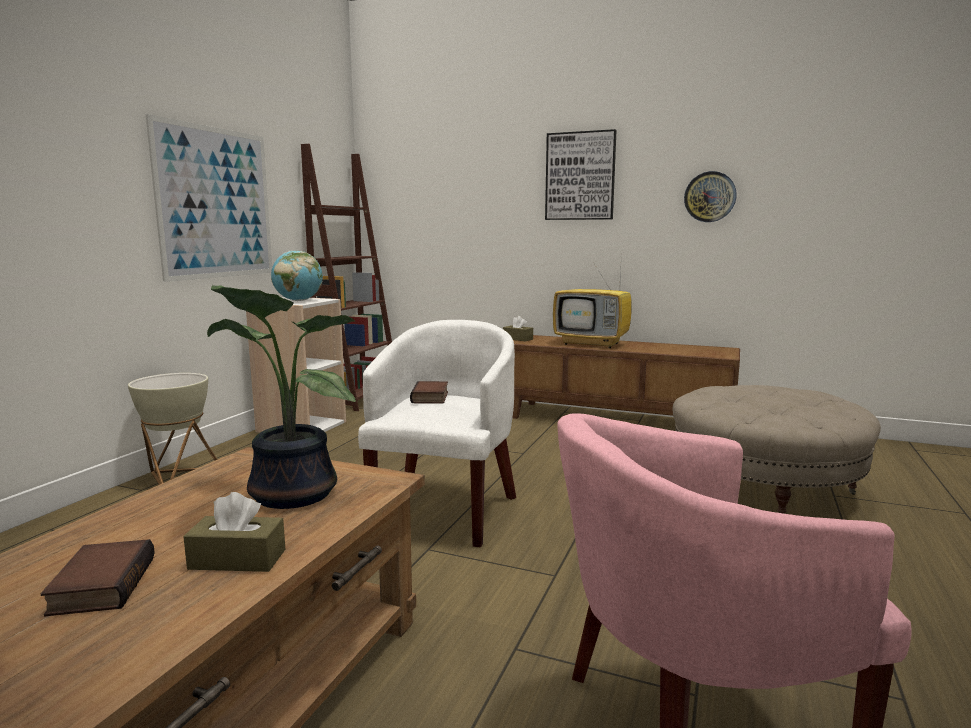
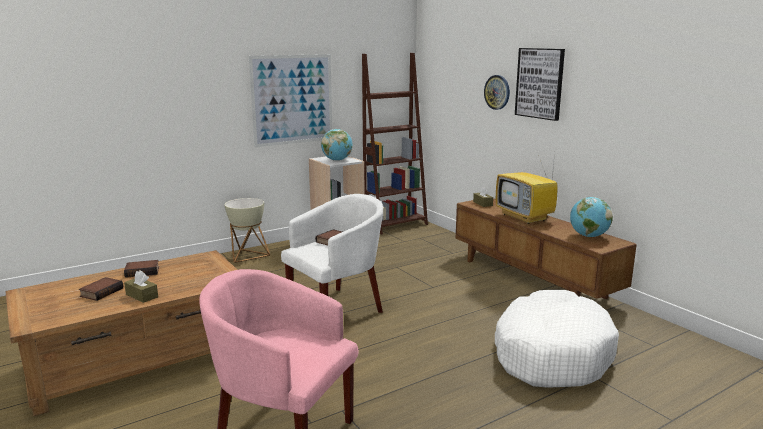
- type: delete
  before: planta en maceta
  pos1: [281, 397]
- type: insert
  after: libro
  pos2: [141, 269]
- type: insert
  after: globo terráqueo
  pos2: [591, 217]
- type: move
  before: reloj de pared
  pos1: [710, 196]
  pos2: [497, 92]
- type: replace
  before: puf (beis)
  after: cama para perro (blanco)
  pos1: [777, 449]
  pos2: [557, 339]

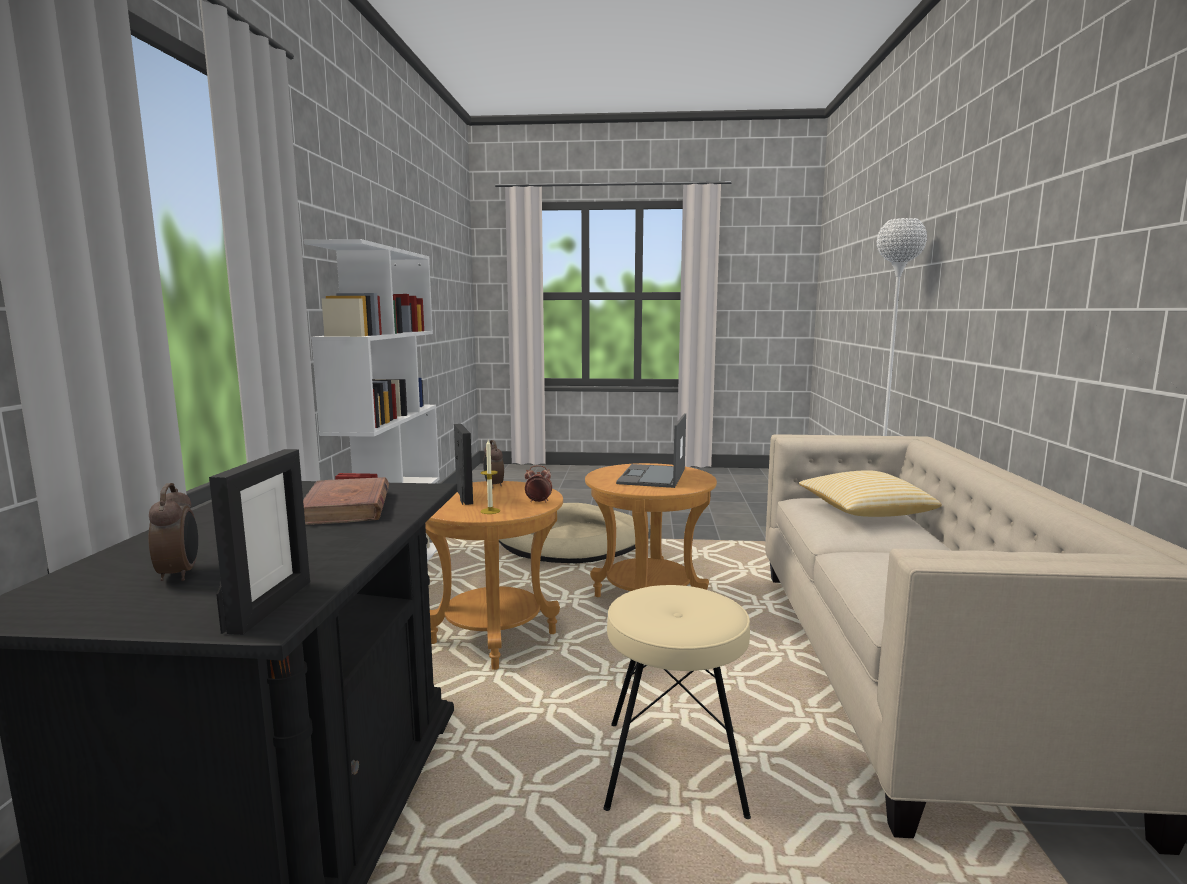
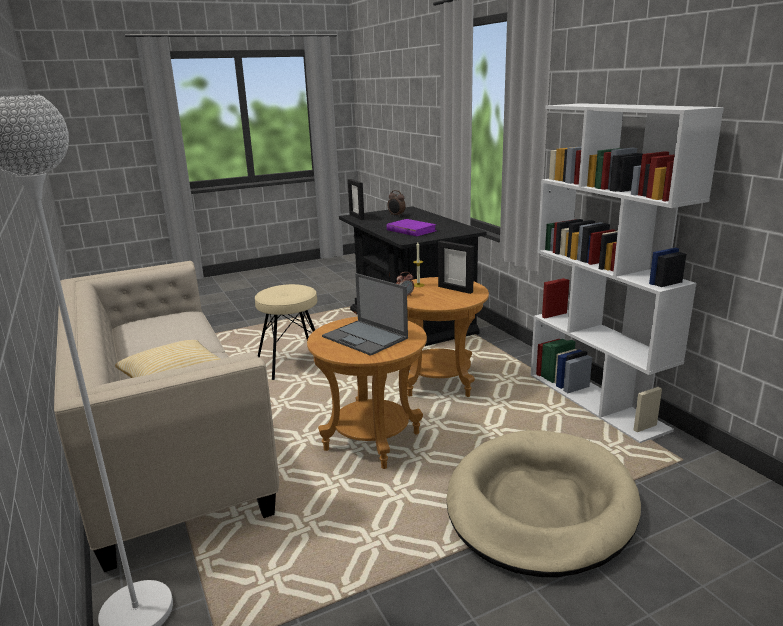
- type: delete
  before: despertador
  pos1: [493, 464]
- type: recolor
  before: libro (marrón)
  after: libro (morado)
  pos1: [346, 501]
  pos2: [411, 227]
- type: rotate
  before: portátil
  pos1: [651, 450]
  pos2: [365, 314]
  turn: 150

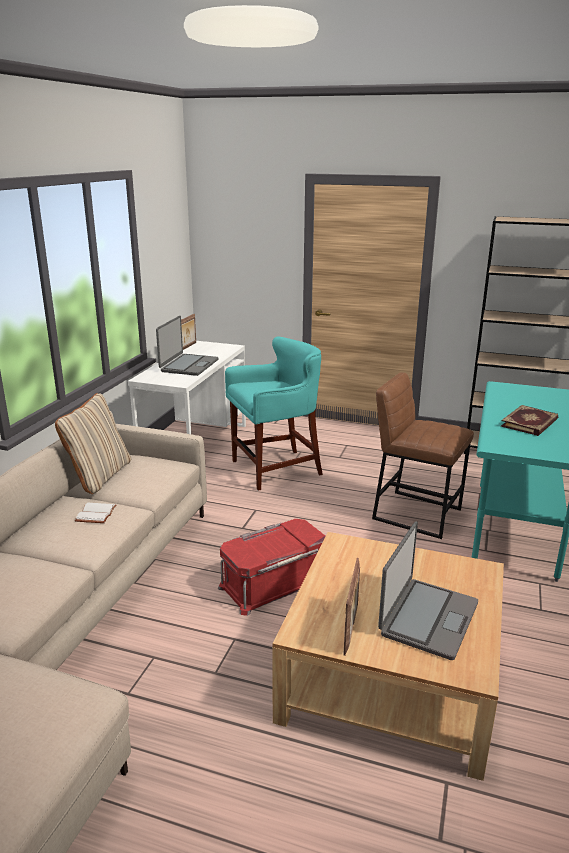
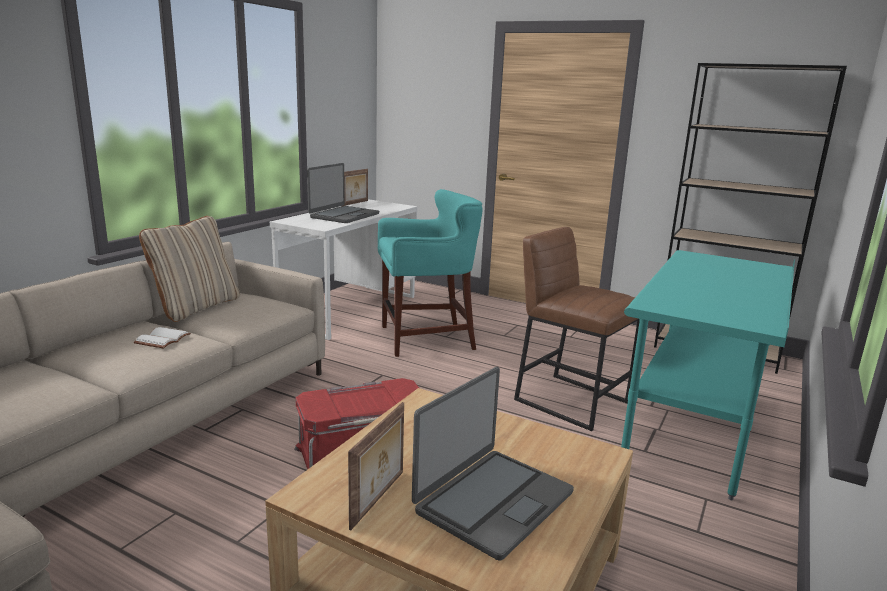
- type: delete
  before: libro
  pos1: [529, 420]

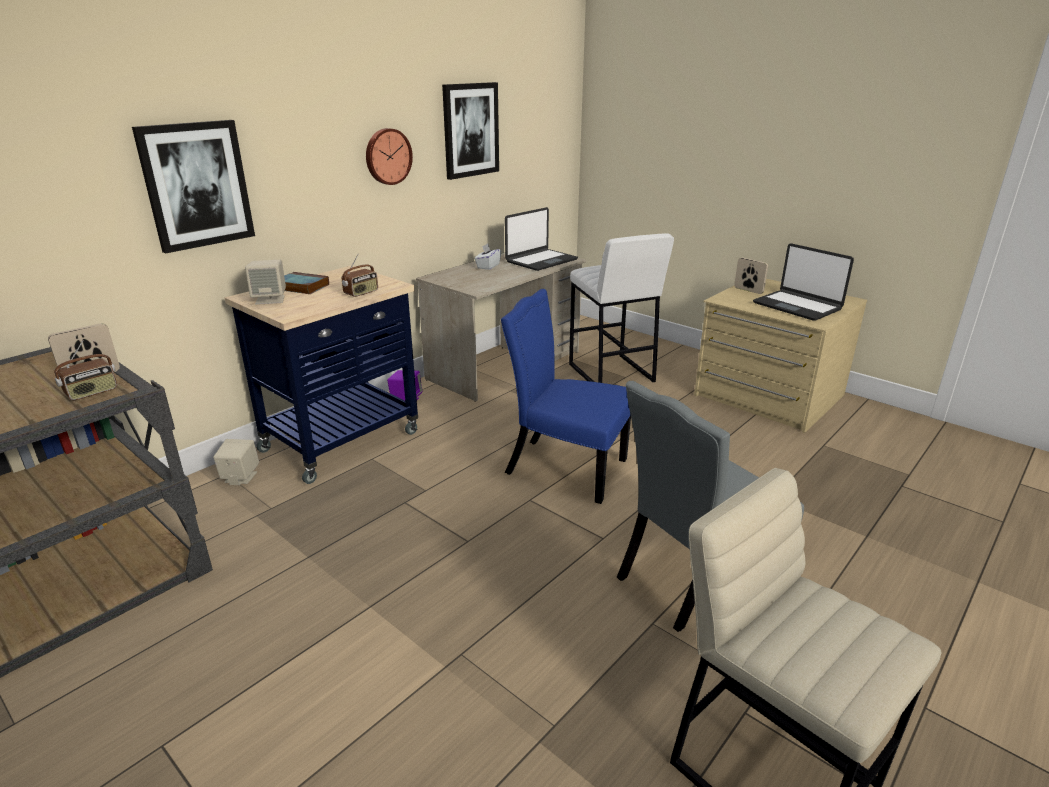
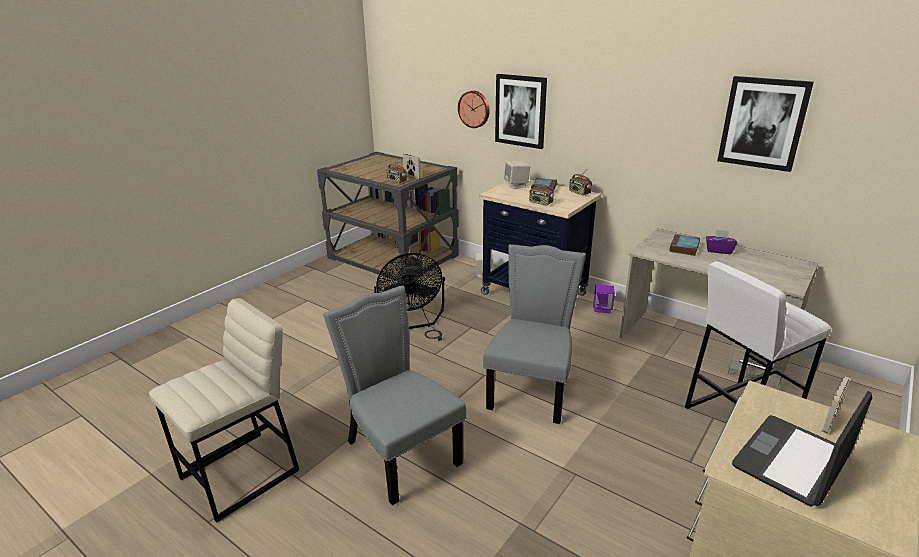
- type: delete
  before: portátil
  pos1: [541, 239]
- type: insert
  after: ventilador (negro)
  pos2: [409, 297]
- type: insert
  after: radio
  pos2: [580, 182]
- type: insert
  after: libro
  pos2: [684, 245]
- type: move
  before: reloj de pared
  pos1: [389, 156]
  pos2: [474, 109]
- type: recolor
  before: caja de pañuelos (blanco)
  after: caja de pañuelos (morado)
  pos1: [487, 257]
  pos2: [721, 241]
- type: recolor
  before: silla (azul)
  after: silla (gris)
  pos1: [566, 396]
  pos2: [534, 334]

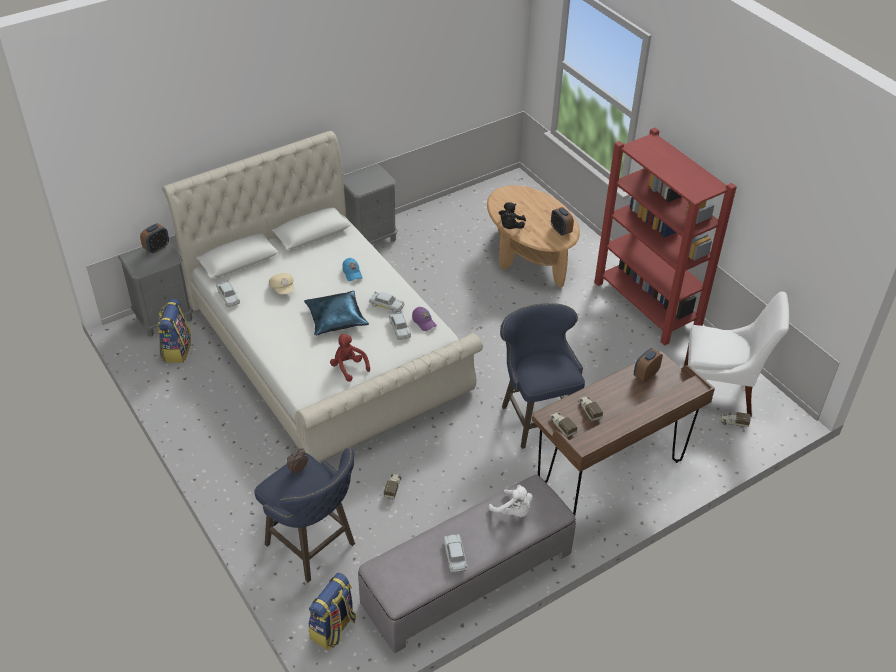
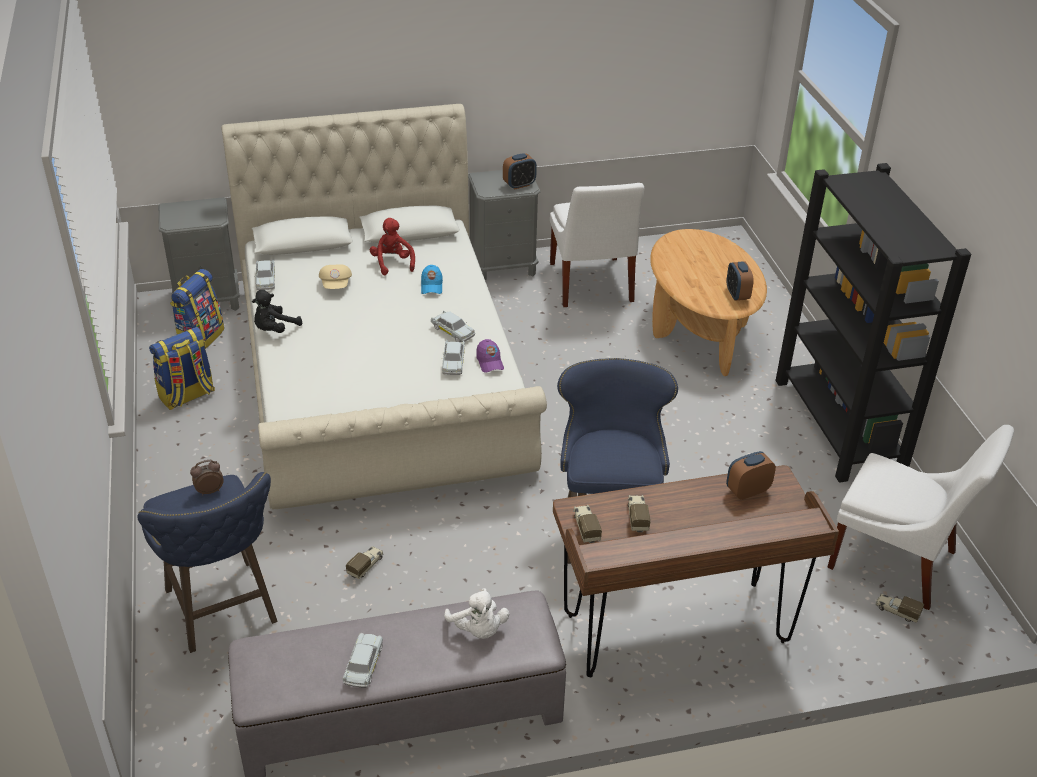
- type: delete
  before: cojín (azul)
  pos1: [336, 313]
- type: insert
  after: silla (blanco)
  pos2: [597, 245]
- type: move
  before: despertador
  pos1: [154, 238]
  pos2: [520, 171]
- type: move
  before: mochila
  pos1: [332, 611]
  pos2: [182, 368]
- type: move
  before: peluche (rojo)
  pos1: [350, 358]
  pos2: [392, 247]
- type: move
  before: peluche (negro)
  pos1: [512, 215]
  pos2: [277, 311]
- type: recolor
  before: estantería (rojo)
  after: estantería (negro)
  pos1: [665, 236]
  pos2: [873, 322]

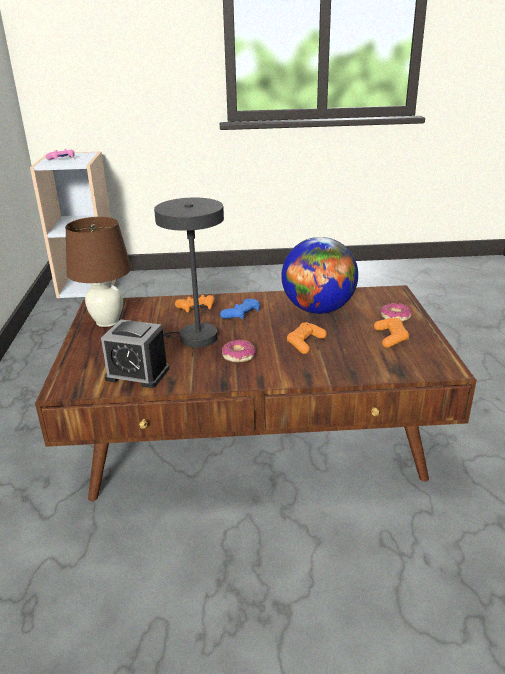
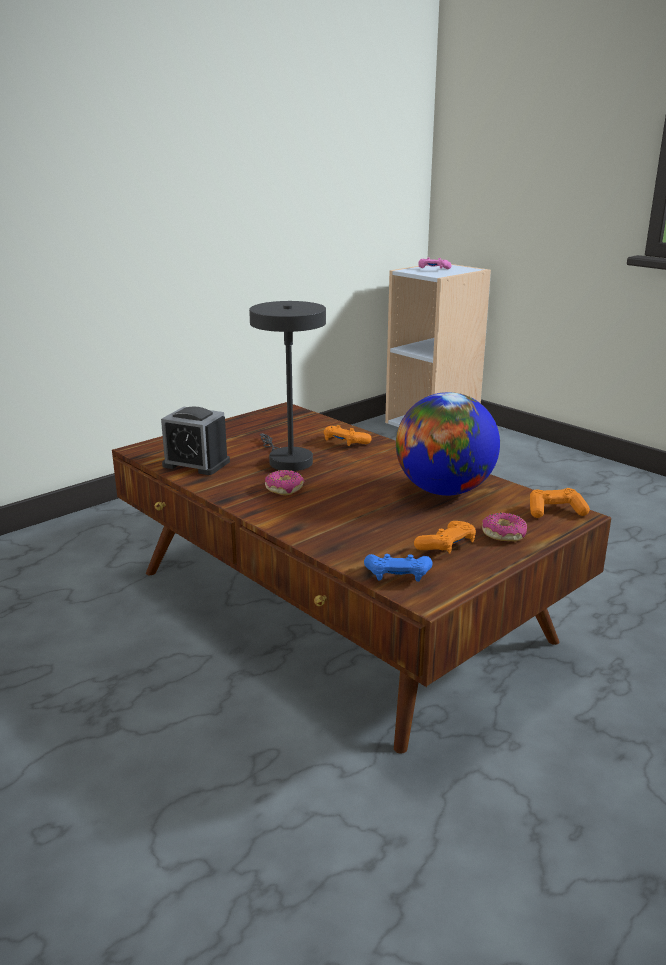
- type: delete
  before: lámpara de mesa (marrón)
  pos1: [98, 272]
- type: move
  before: mando de consola (azul)
  pos1: [240, 309]
  pos2: [398, 568]
- type: move
  before: mando de consola (naranja)
  pos1: [307, 338]
  pos2: [560, 503]
- type: rotate
  before: despertador
  pos1: [135, 354]
  pos2: [195, 440]
  turn: -45

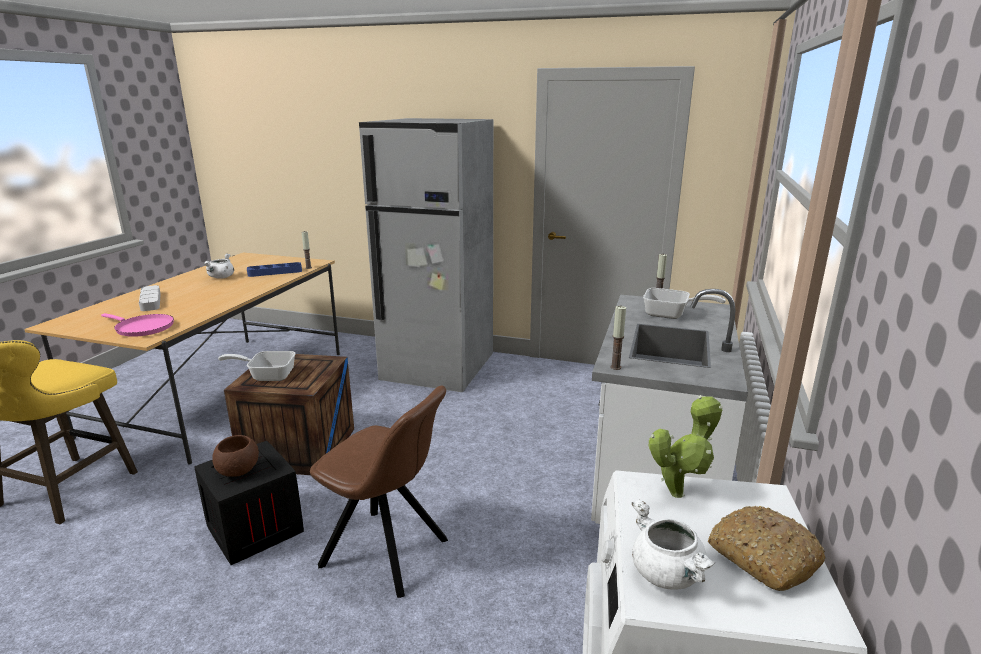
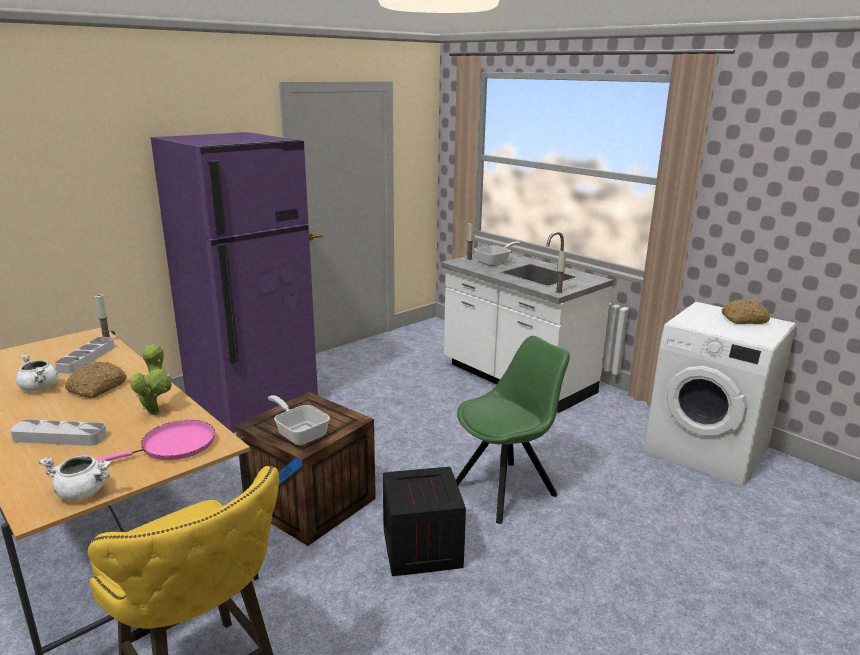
- type: delete
  before: cuenco (marrón)
  pos1: [235, 456]
- type: insert
  after: pan
  pos2: [96, 380]
- type: move
  before: olla (blanco)
  pos1: [673, 545]
  pos2: [75, 478]
- type: move
  before: planta en maceta
  pos1: [686, 446]
  pos2: [151, 379]
- type: recolor
  before: bandeja (azul)
  after: bandeja (gris)
  pos1: [274, 269]
  pos2: [85, 355]
- type: recolor
  before: silla (marrón)
  after: silla (verde)
  pos1: [379, 492]
  pos2: [513, 430]
- type: recolor
  before: nevera (gris)
  after: nevera (morado)
  pos1: [426, 255]
  pos2: [234, 282]
- type: rotate
  before: sartén
  pos1: [257, 366]
  pos2: [299, 420]
  turn: 105

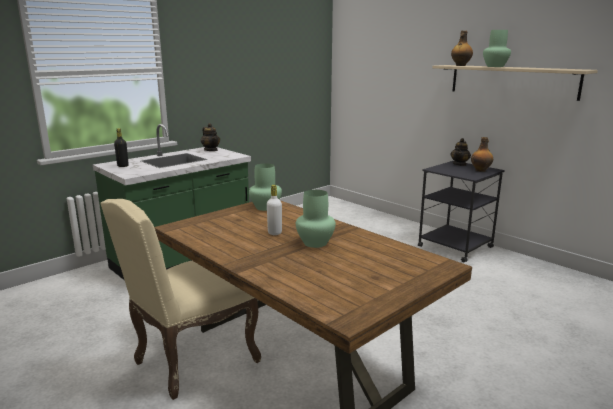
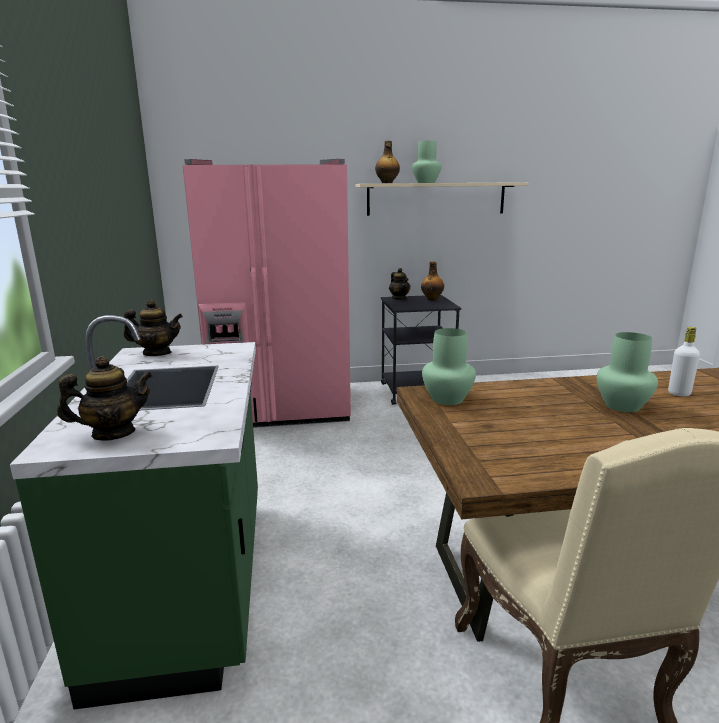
- type: insert
  after: nevera (rosa)
  pos2: [267, 293]
- type: move
  before: botella (blanco)
  pos1: [274, 210]
  pos2: [684, 362]
- type: replace
  before: botella (negro)
  after: tetera
  pos1: [121, 147]
  pos2: [105, 398]

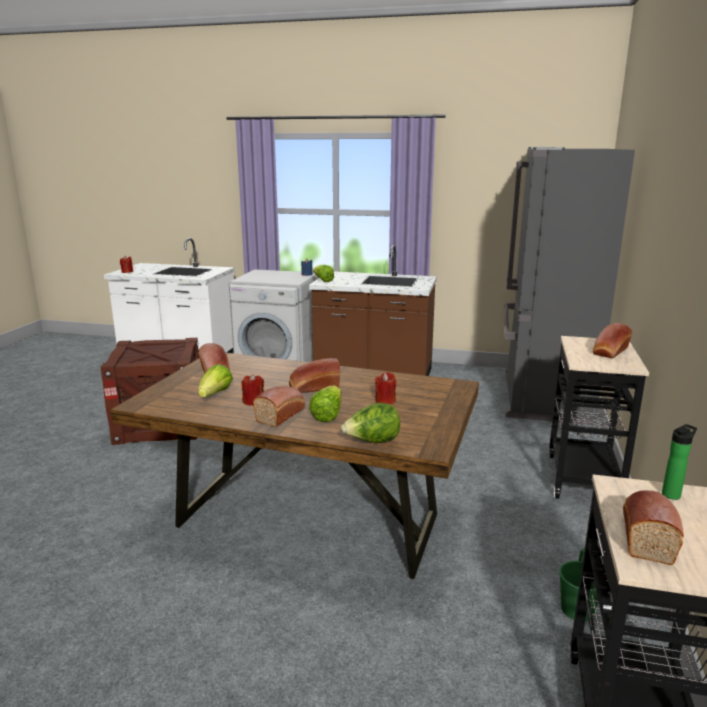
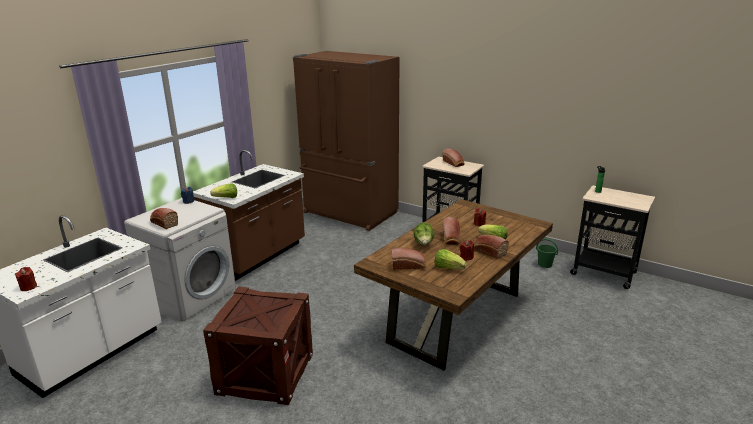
- type: move
  before: lechuga
  pos1: [370, 423]
  pos2: [424, 233]
- type: move
  before: pan
  pos1: [653, 527]
  pos2: [164, 218]
- type: recolor
  before: nevera (gris)
  after: nevera (marrón)
  pos1: [569, 286]
  pos2: [346, 141]

